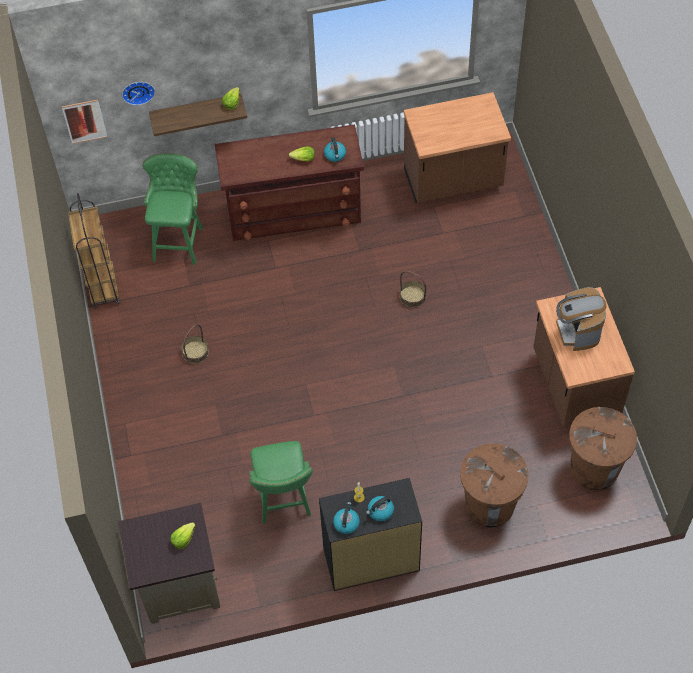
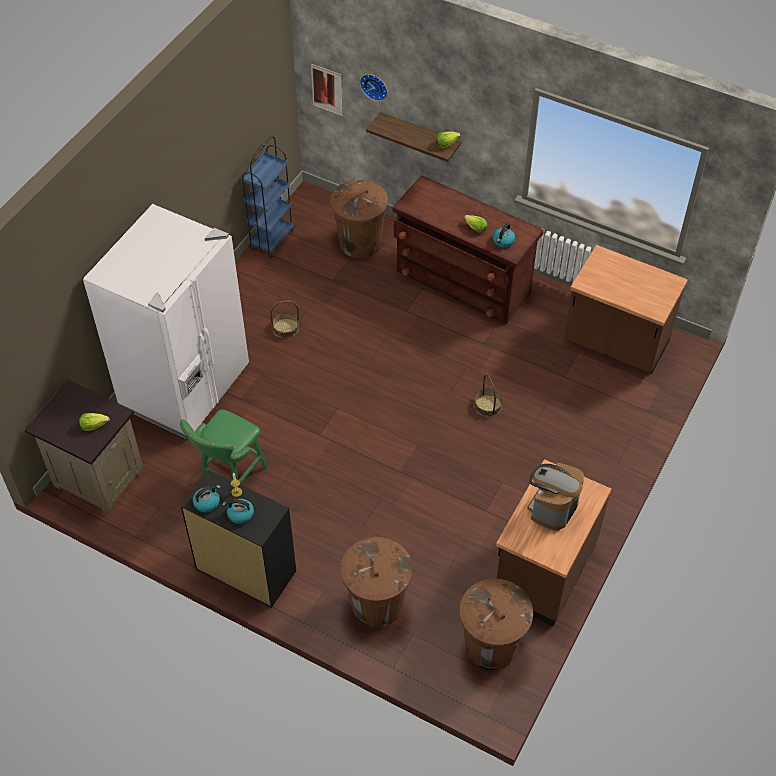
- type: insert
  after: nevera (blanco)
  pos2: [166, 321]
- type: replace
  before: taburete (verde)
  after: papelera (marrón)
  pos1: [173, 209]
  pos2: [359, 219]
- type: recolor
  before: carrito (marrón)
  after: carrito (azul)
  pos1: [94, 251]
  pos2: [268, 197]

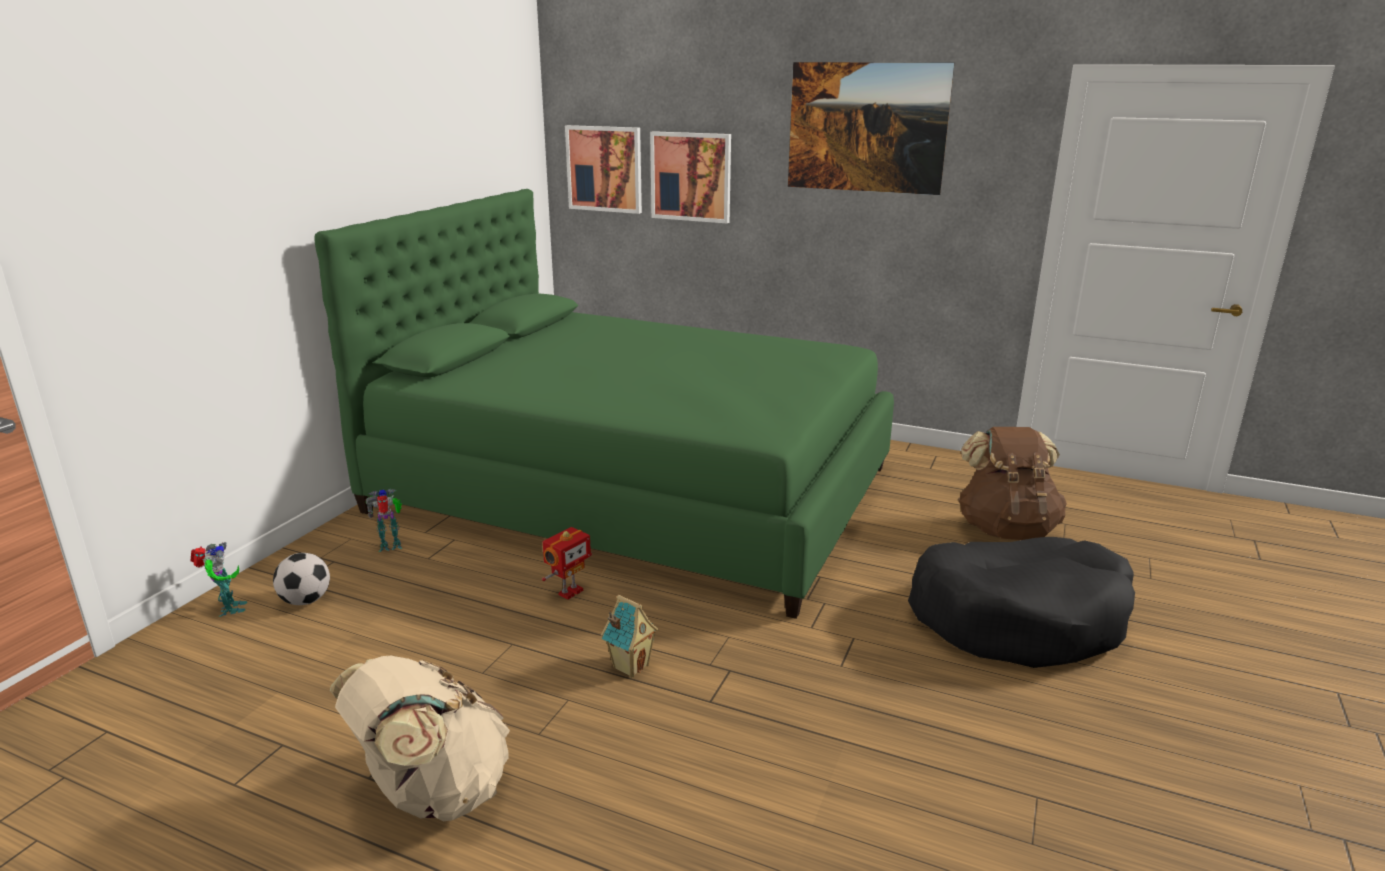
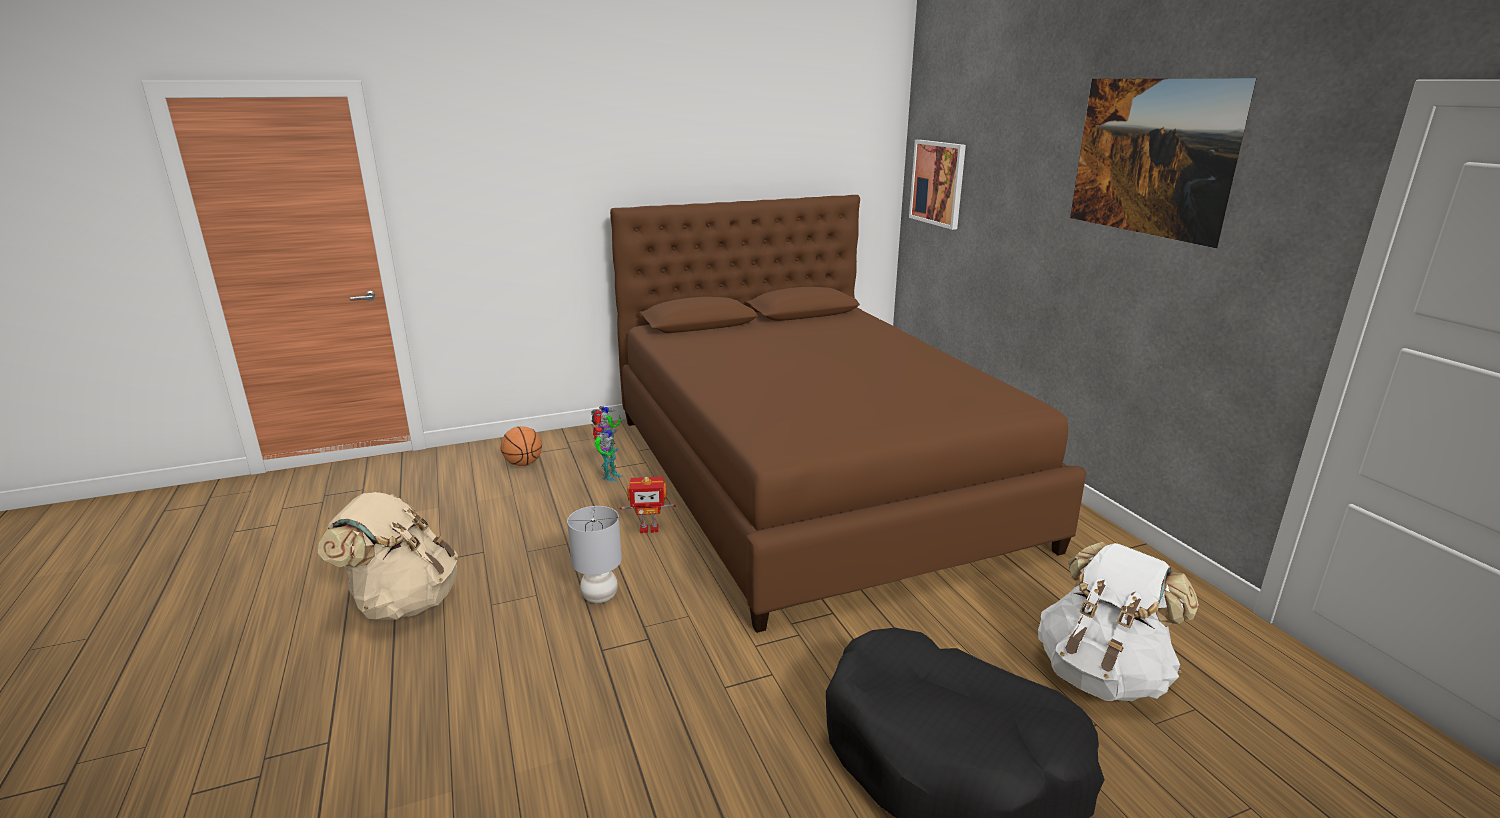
- type: delete
  before: cuadro
  pos1: [690, 177]
- type: move
  before: robot de juguete
  pos1: [219, 579]
  pos2: [608, 454]
- type: replace
  before: balón de fútbol
  after: balón de baloncesto
  pos1: [301, 579]
  pos2: [521, 446]
- type: replace
  before: casita
  after: lámpara de mesa (gris)
  pos1: [630, 636]
  pos2: [594, 554]
- type: recolor
  before: cama (verde)
  after: cama (marrón)
  pos1: [604, 404]
  pos2: [848, 414]
- type: recolor
  before: mochila (marrón)
  after: mochila (blanco)
  pos1: [1012, 483]
  pos2: [1118, 621]

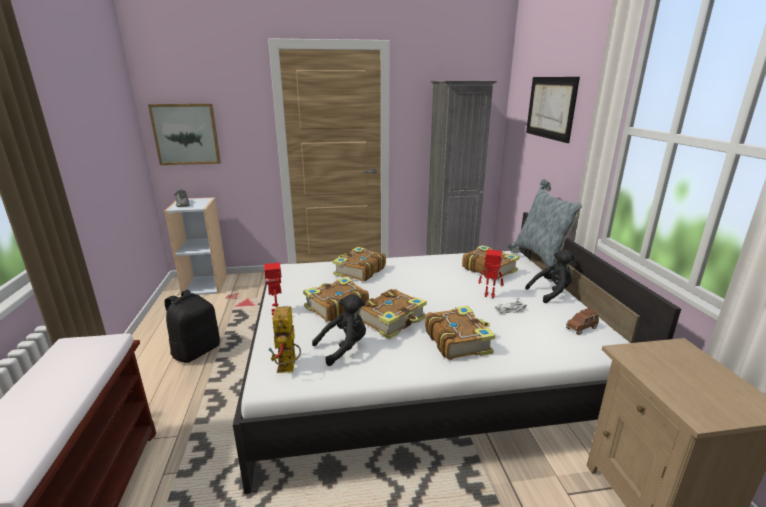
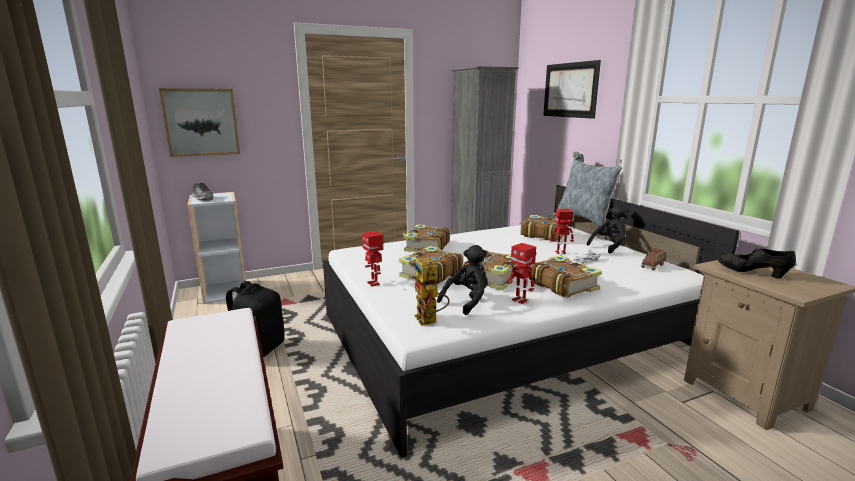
- type: insert
  after: robot de juguete
  pos2: [521, 273]
- type: insert
  after: zapato (negro)
  pos2: [757, 263]

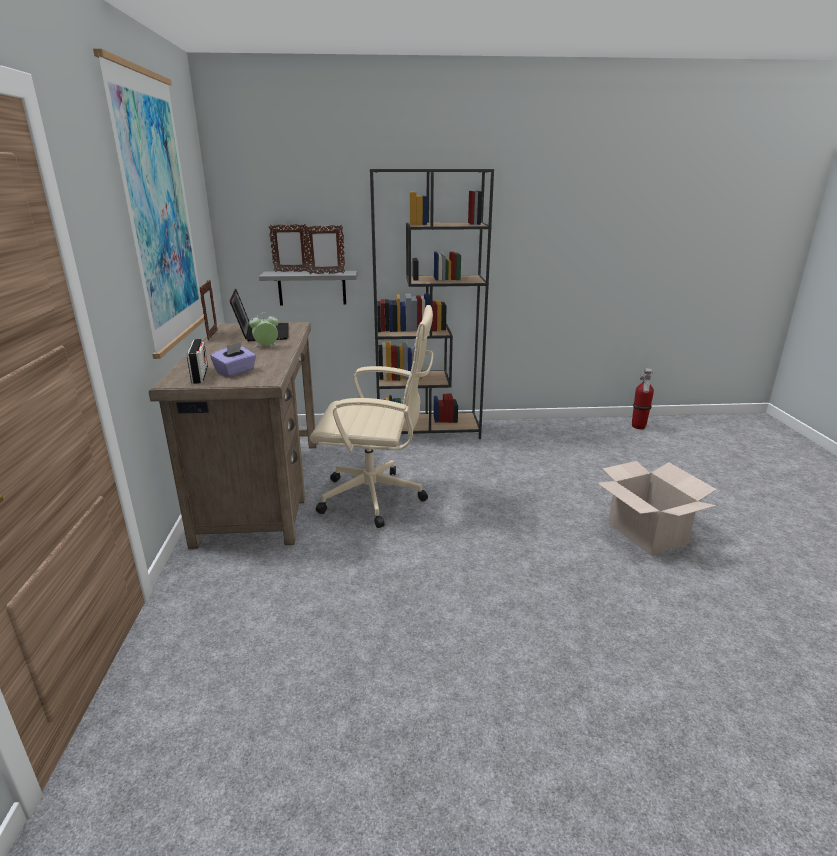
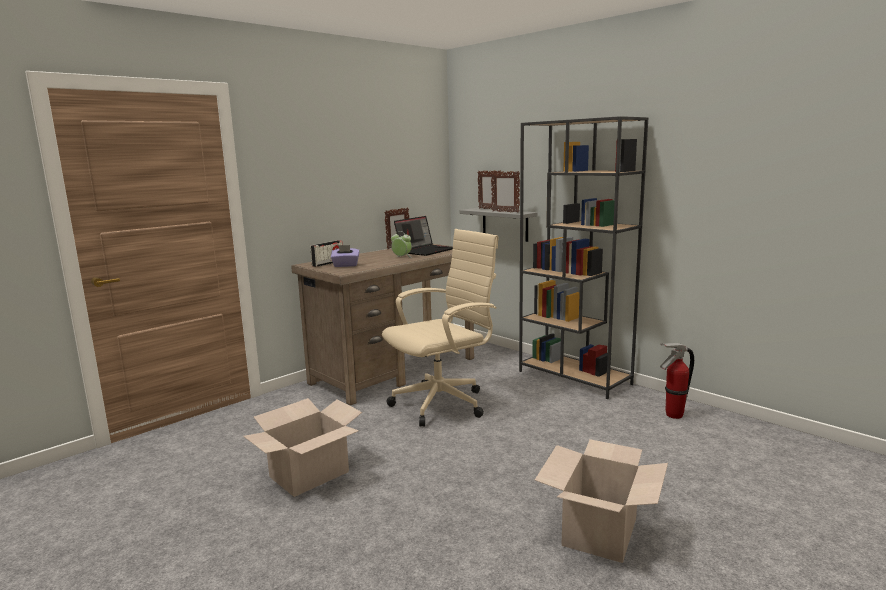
- type: delete
  before: cuadro
  pos1: [148, 204]
- type: insert
  after: caja de cartón
  pos2: [302, 447]
- type: move
  before: extintor
  pos1: [643, 398]
  pos2: [677, 381]
- type: rotate
  before: silla de oficina (beis)
  pos1: [371, 416]
  pos2: [440, 328]
  turn: -90

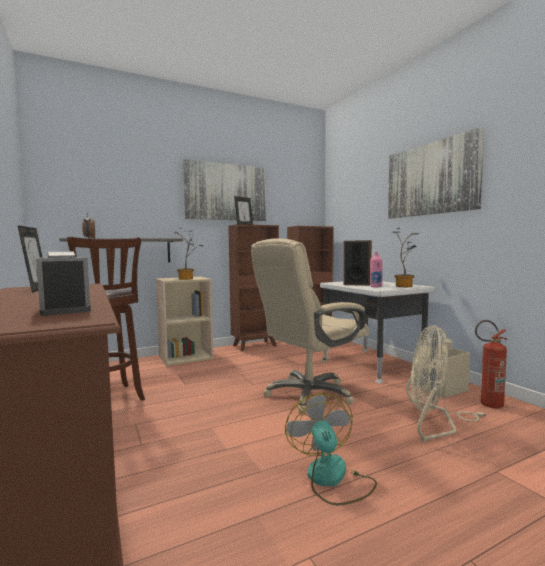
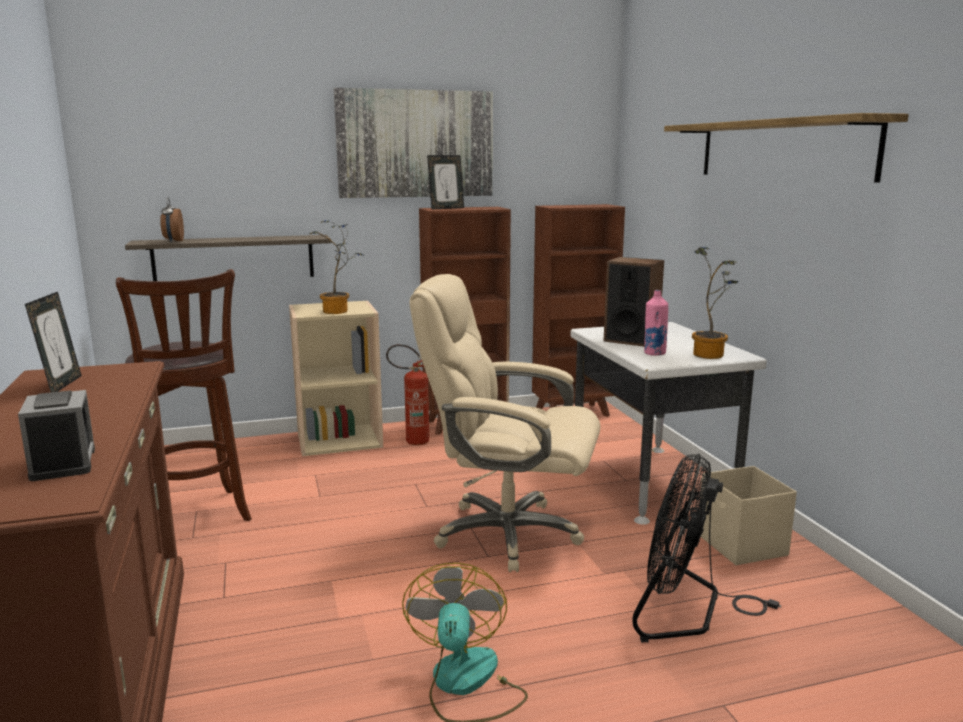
- type: move
  before: extintor
  pos1: [491, 364]
  pos2: [407, 394]
- type: replace
  before: cuadro
  after: estante
  pos1: [436, 173]
  pos2: [786, 148]
- type: recolor
  before: ventilador (beis)
  after: ventilador (negro)
  pos1: [445, 383]
  pos2: [707, 548]
- type: rotate
  before: silla de oficina (beis)
  pos1: [310, 326]
  pos2: [505, 423]
  turn: 45

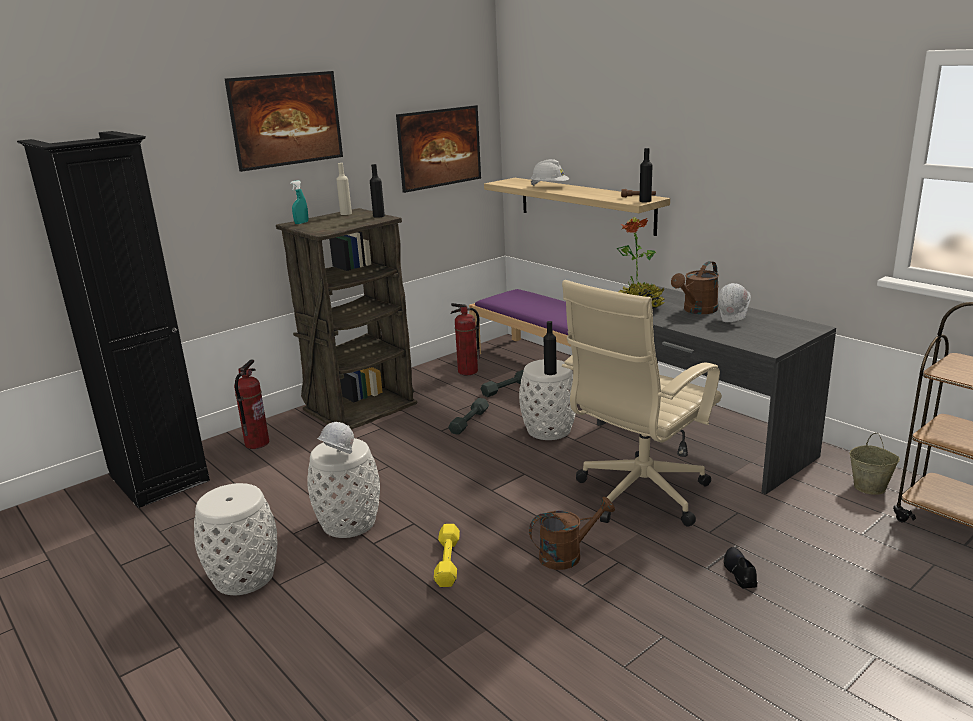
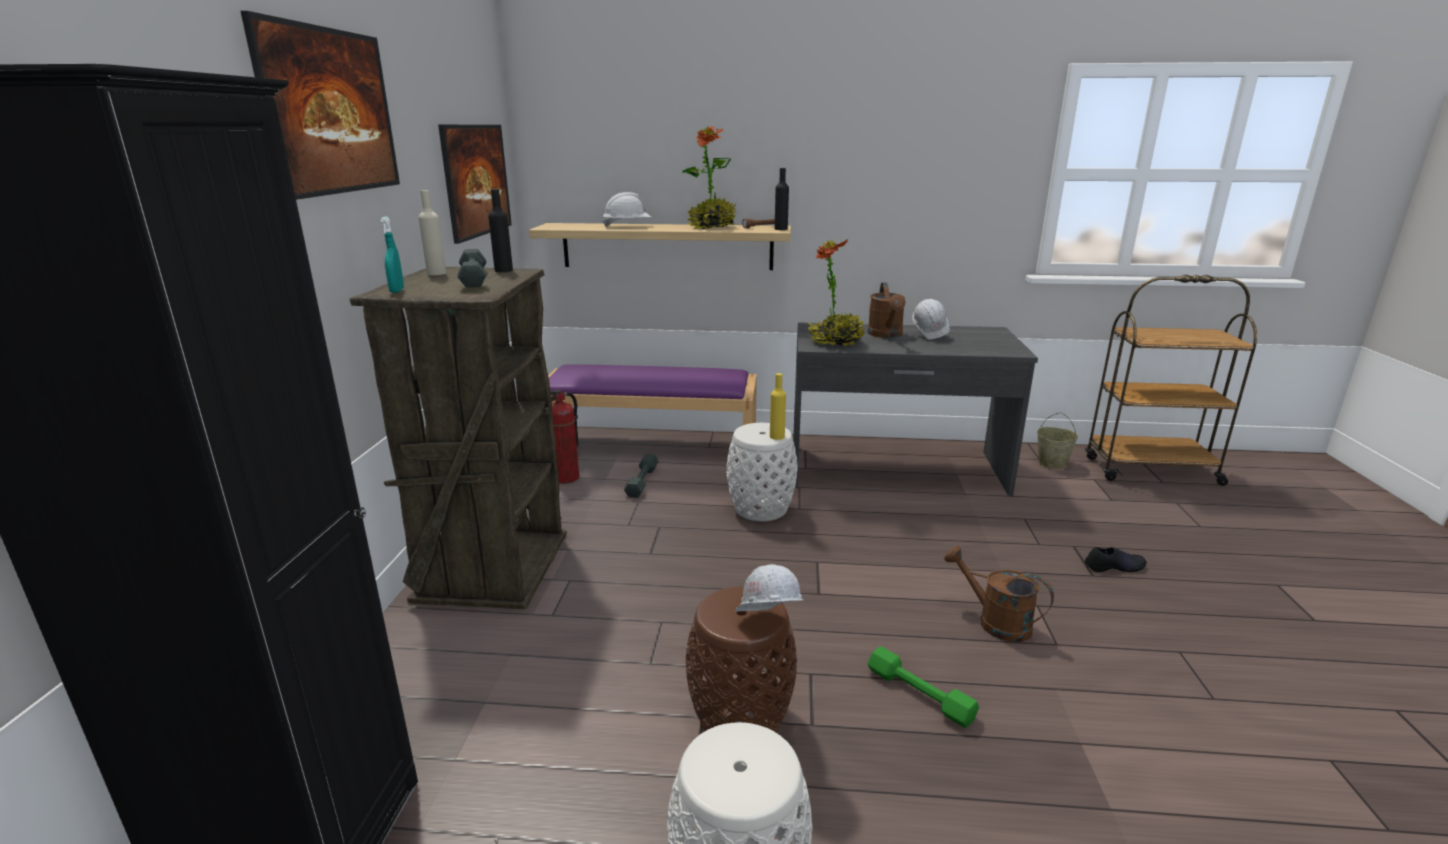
- type: delete
  before: extintor
  pos1: [251, 404]
- type: delete
  before: silla de oficina (beis)
  pos1: [642, 403]
- type: insert
  after: planta en maceta
  pos2: [709, 177]
- type: move
  before: mancuerna (gris)
  pos1: [468, 416]
  pos2: [472, 268]
- type: recolor
  before: taburete (blanco)
  after: taburete (marrón)
  pos1: [343, 488]
  pos2: [741, 660]
- type: recolor
  before: mancuerna (amarillo)
  after: mancuerna (verde)
  pos1: [447, 555]
  pos2: [923, 687]
- type: recolor
  before: botella (negro)
  after: botella (amarillo)
  pos1: [550, 348]
  pos2: [778, 406]
- type: rotate
  before: regadera (marrón)
  pos1: [572, 533]
  pos2: [999, 594]
  turn: -75
- type: rotate
  before: zapato (negro)
  pos1: [741, 567]
  pos2: [1116, 559]
  turn: 135

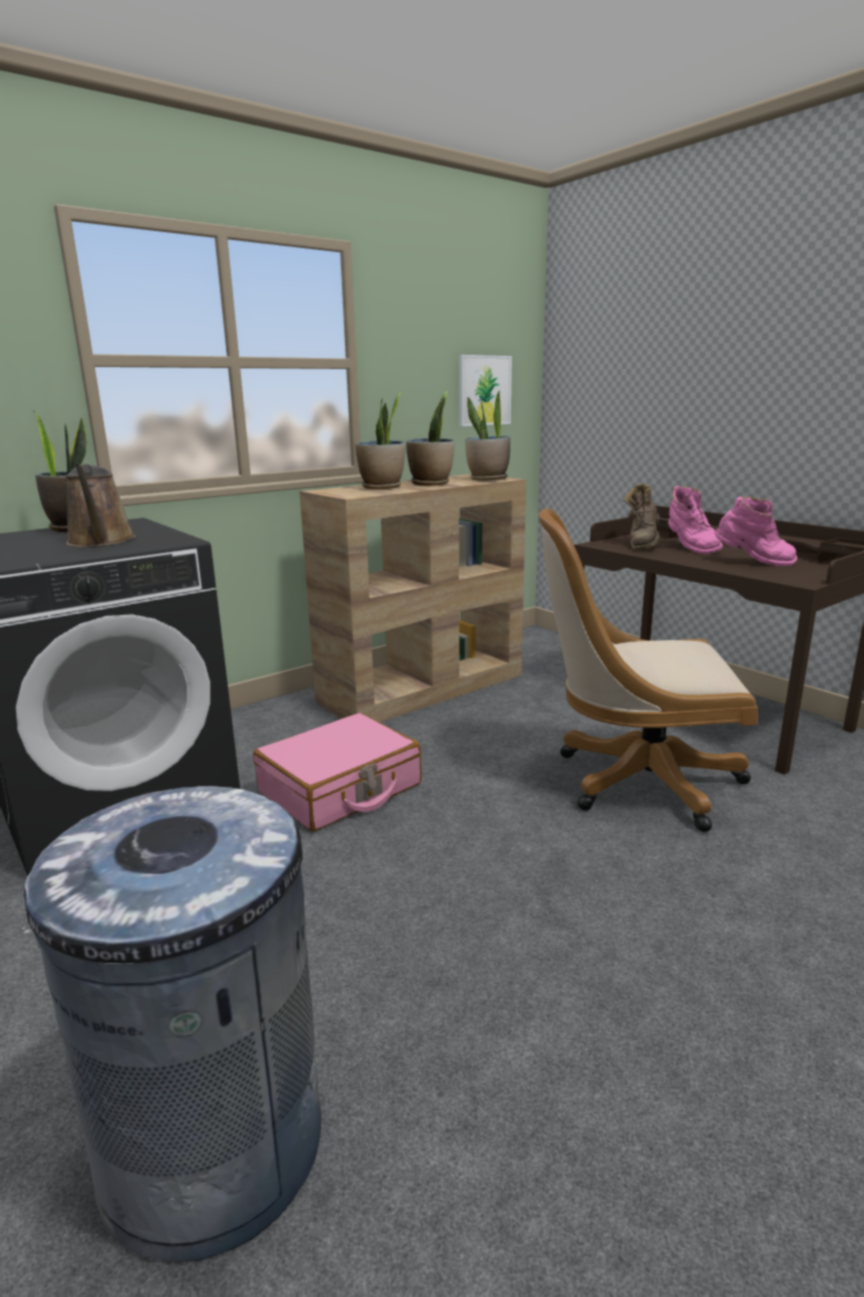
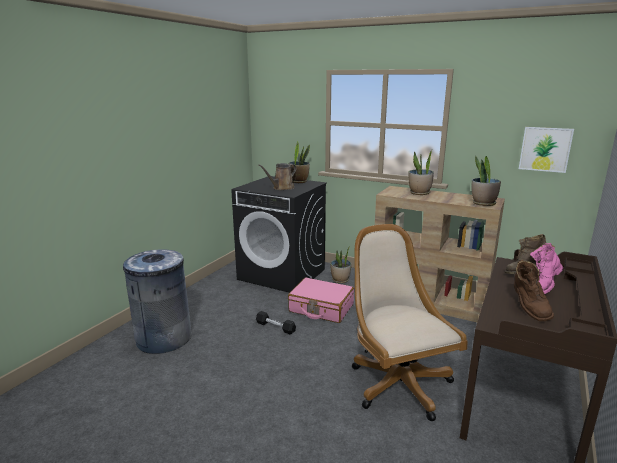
- type: insert
  after: mancuerna (negro)
  pos2: [276, 322]
- type: move
  before: planta en maceta
  pos1: [430, 438]
  pos2: [340, 264]
- type: recolor
  before: bota (rosa)
  after: bota (marrón)
  pos1: [756, 531]
  pos2: [534, 290]

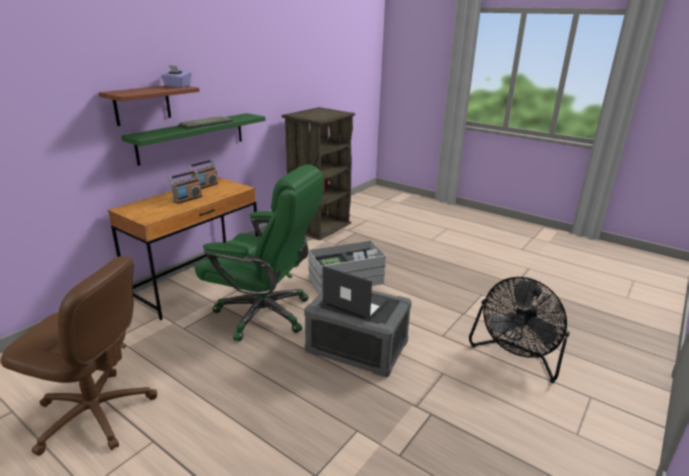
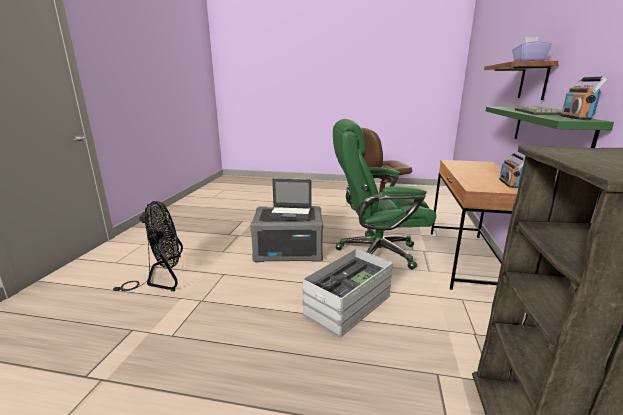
- type: move
  before: radio
  pos1: [185, 187]
  pos2: [584, 98]
- type: rotate
  before: ventilador (negro)
  pos1: [519, 330]
  pos2: [147, 246]
  turn: 60

